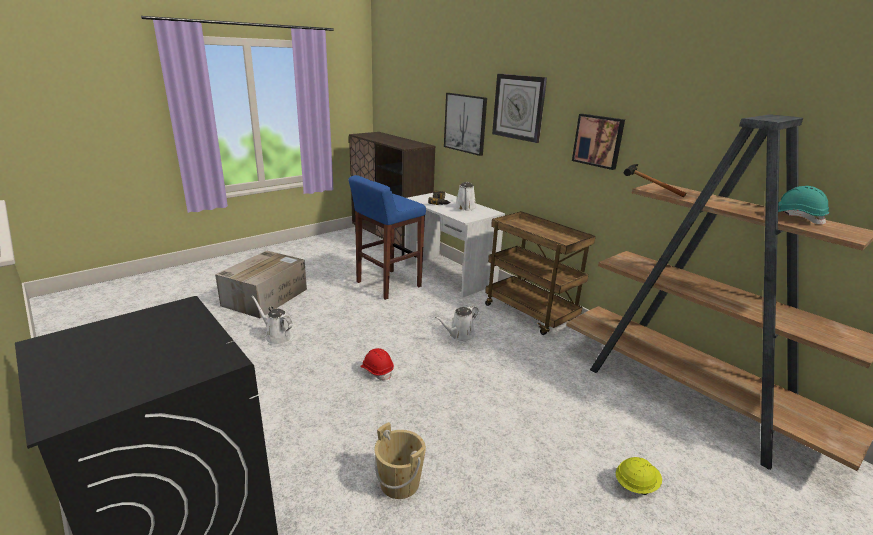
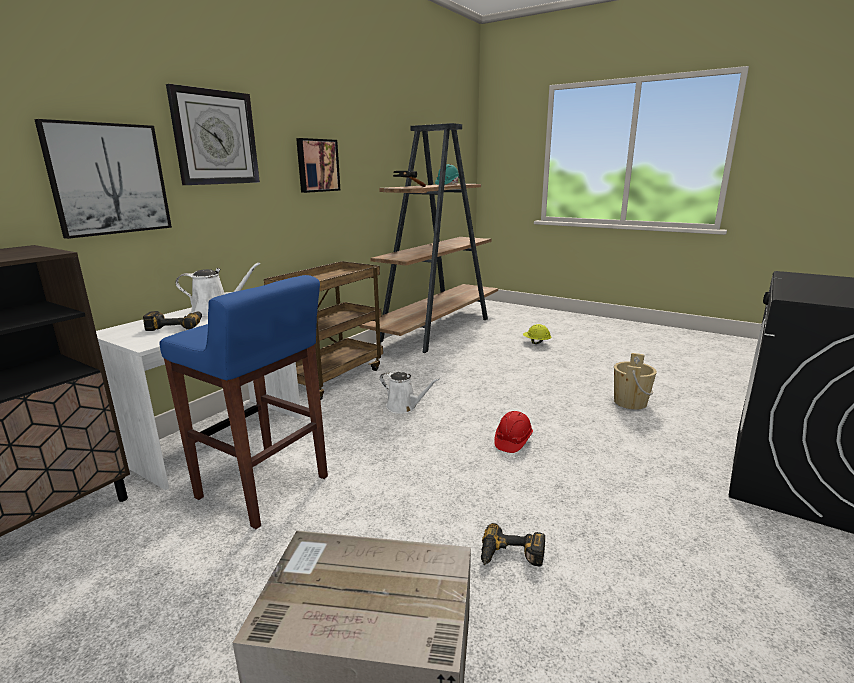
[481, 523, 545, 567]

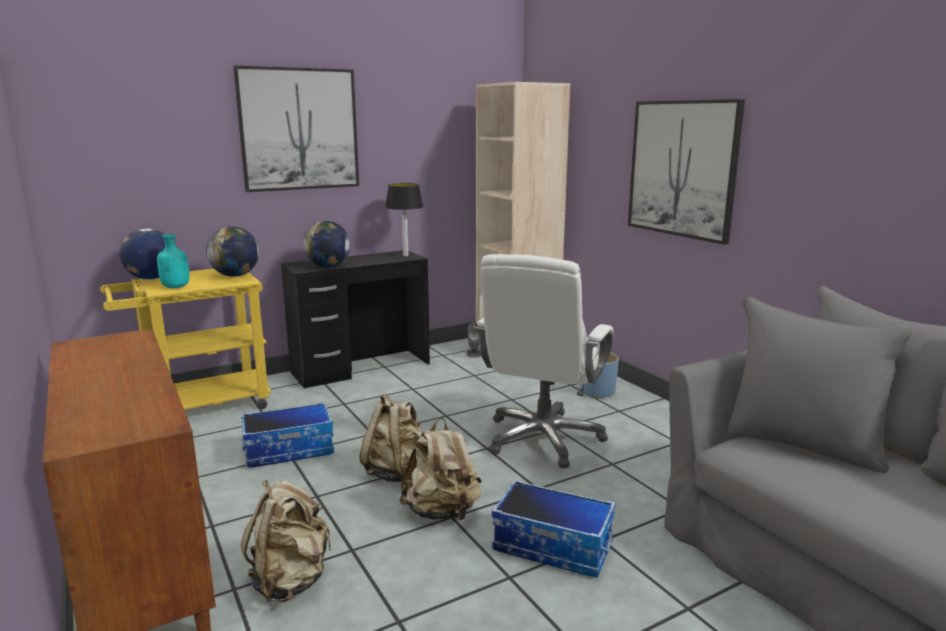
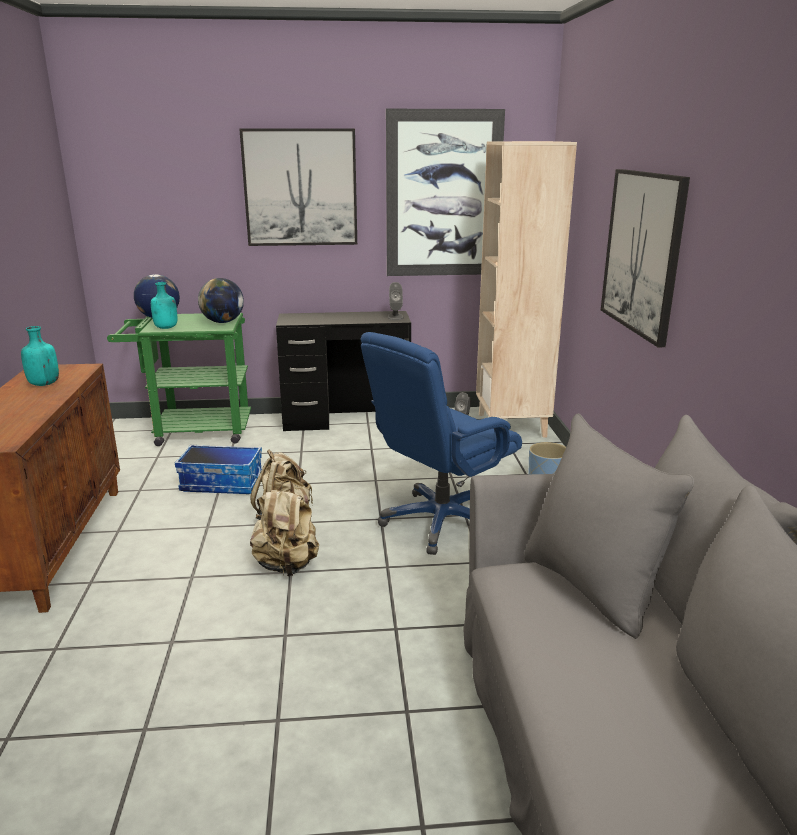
[241, 480, 332, 602] (first image)
[303, 221, 350, 267] (first image)
[492, 480, 616, 578] (first image)
[21, 326, 59, 386]
[386, 109, 505, 276]
[387, 282, 404, 320]
[107, 313, 251, 446]
[360, 332, 522, 555]

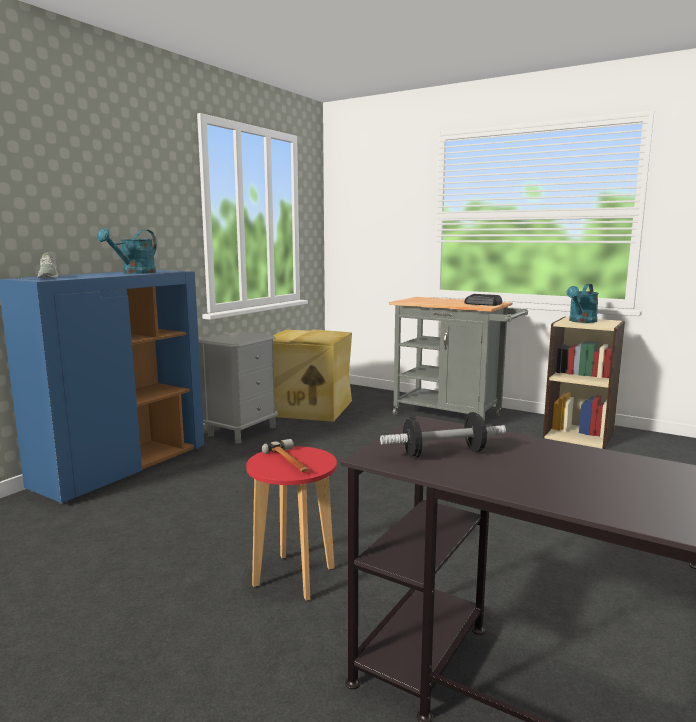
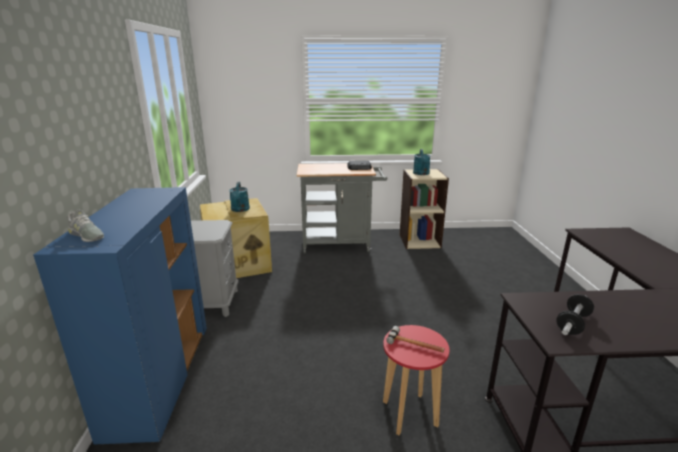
[229, 182, 250, 212]

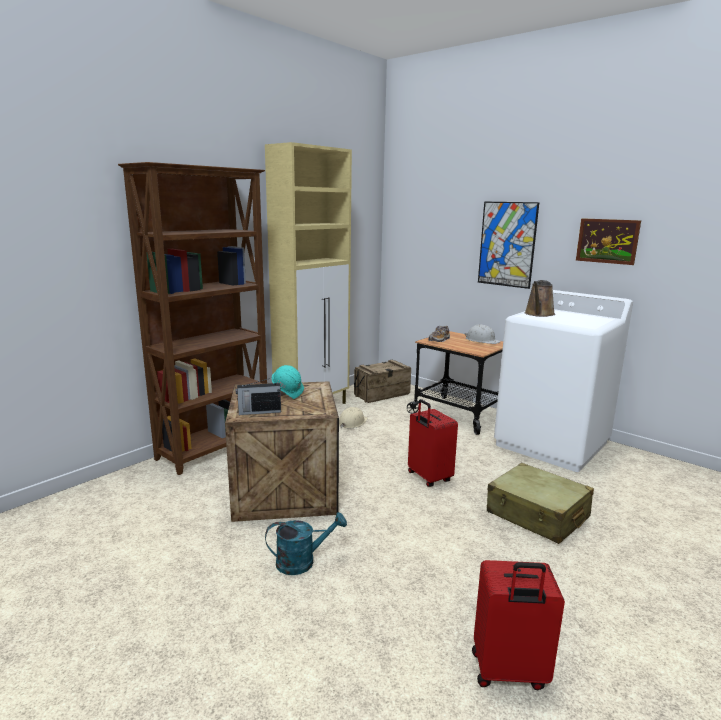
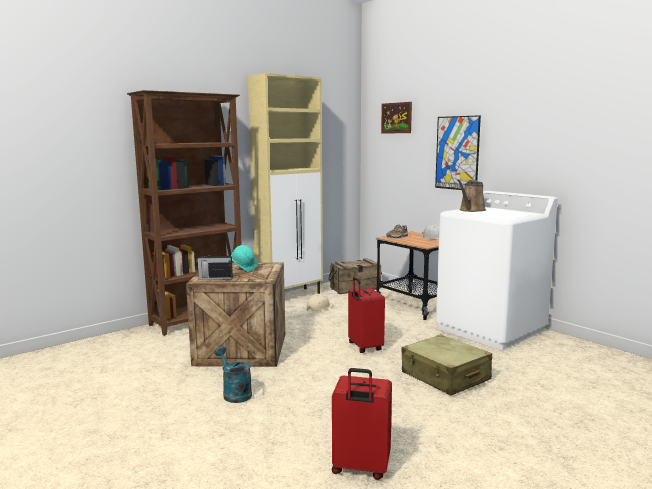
[381, 102, 412, 133]
[215, 346, 252, 403]

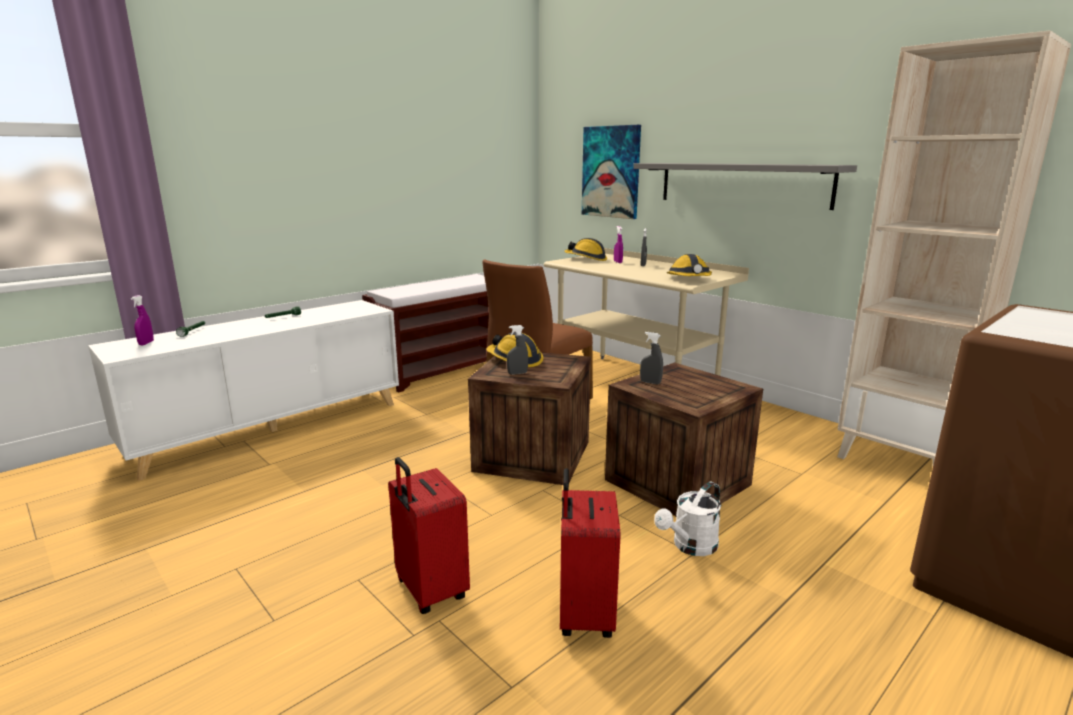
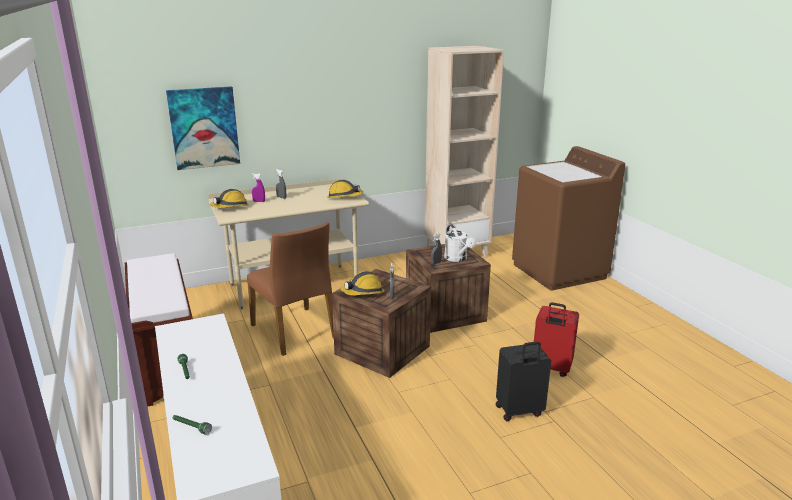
[131, 295, 154, 345] (first image)
[633, 163, 857, 210] (first image)
[444, 224, 476, 262]
[496, 341, 551, 421]

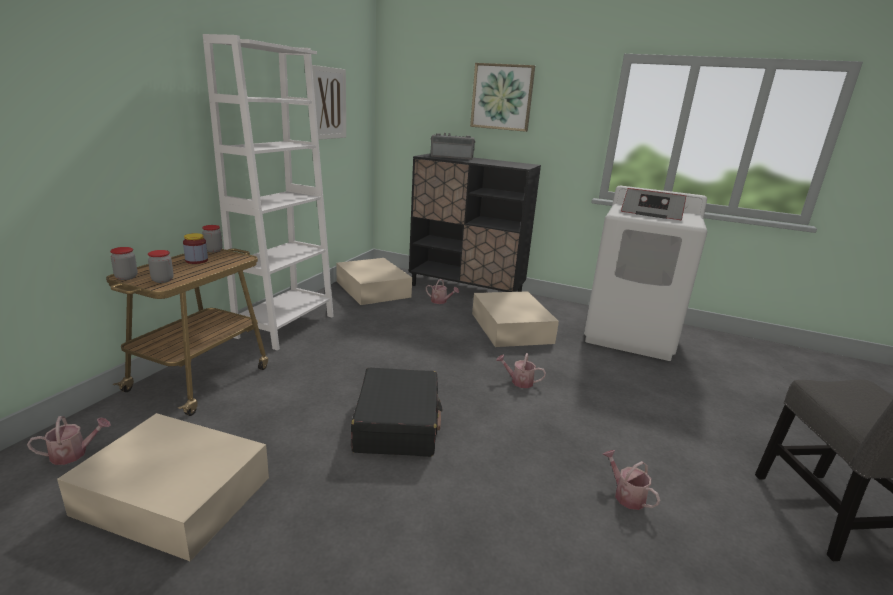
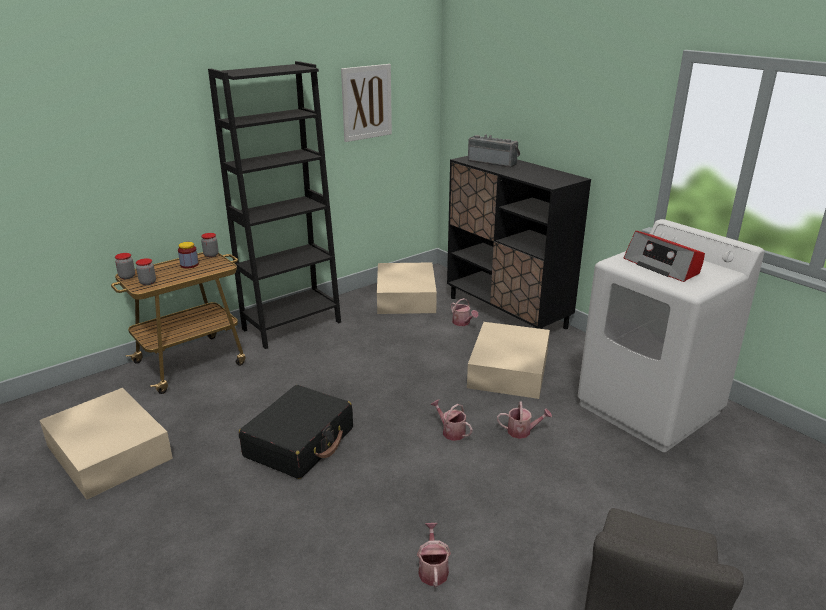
[470, 63, 535, 132] (first image)
[497, 401, 552, 439]
[208, 61, 341, 349]

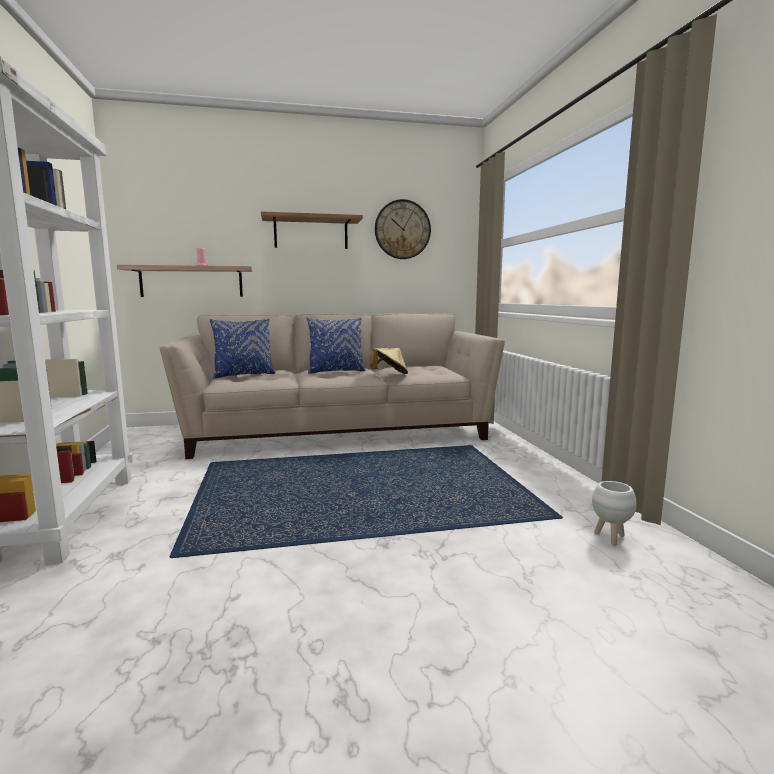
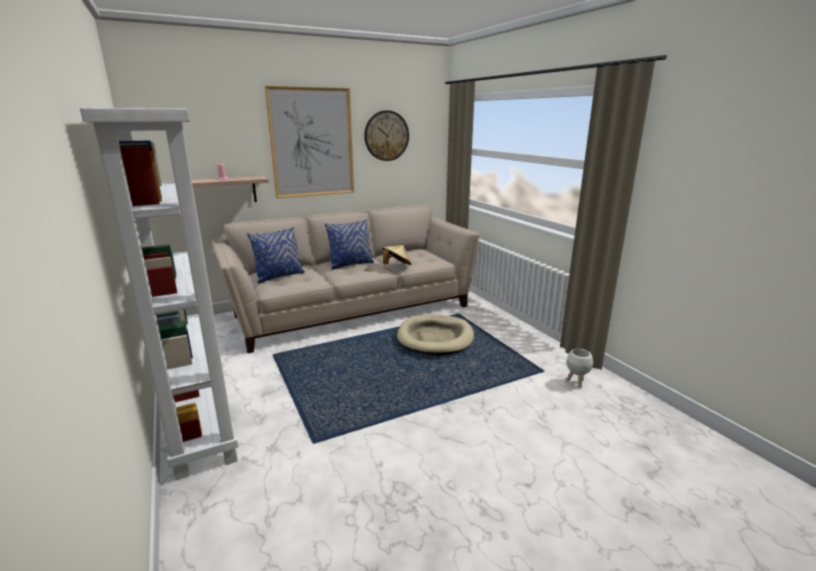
[397, 315, 474, 356]
[265, 86, 354, 198]

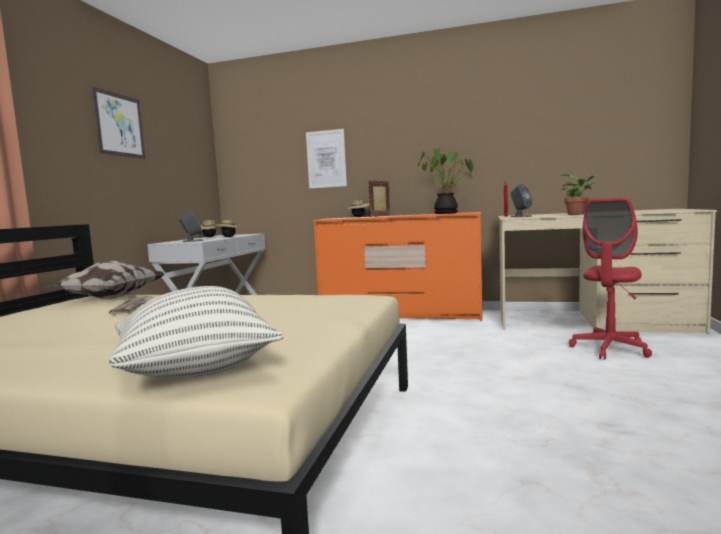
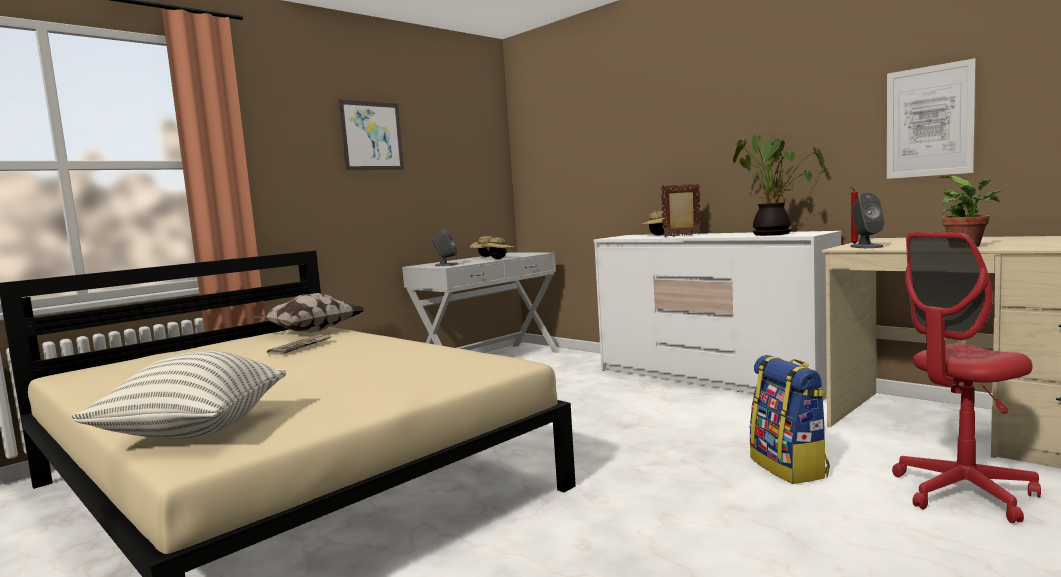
[750, 355, 830, 484]
[887, 58, 976, 179]
[594, 231, 842, 401]

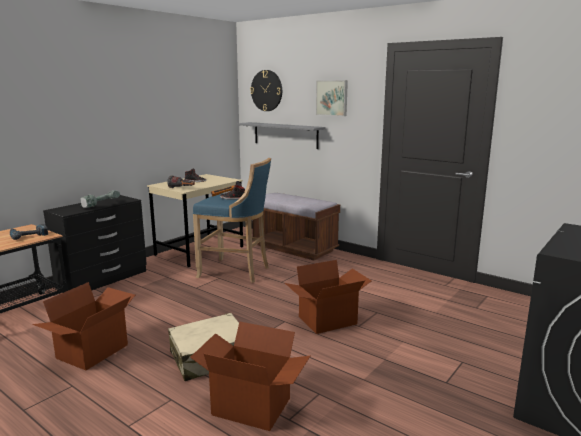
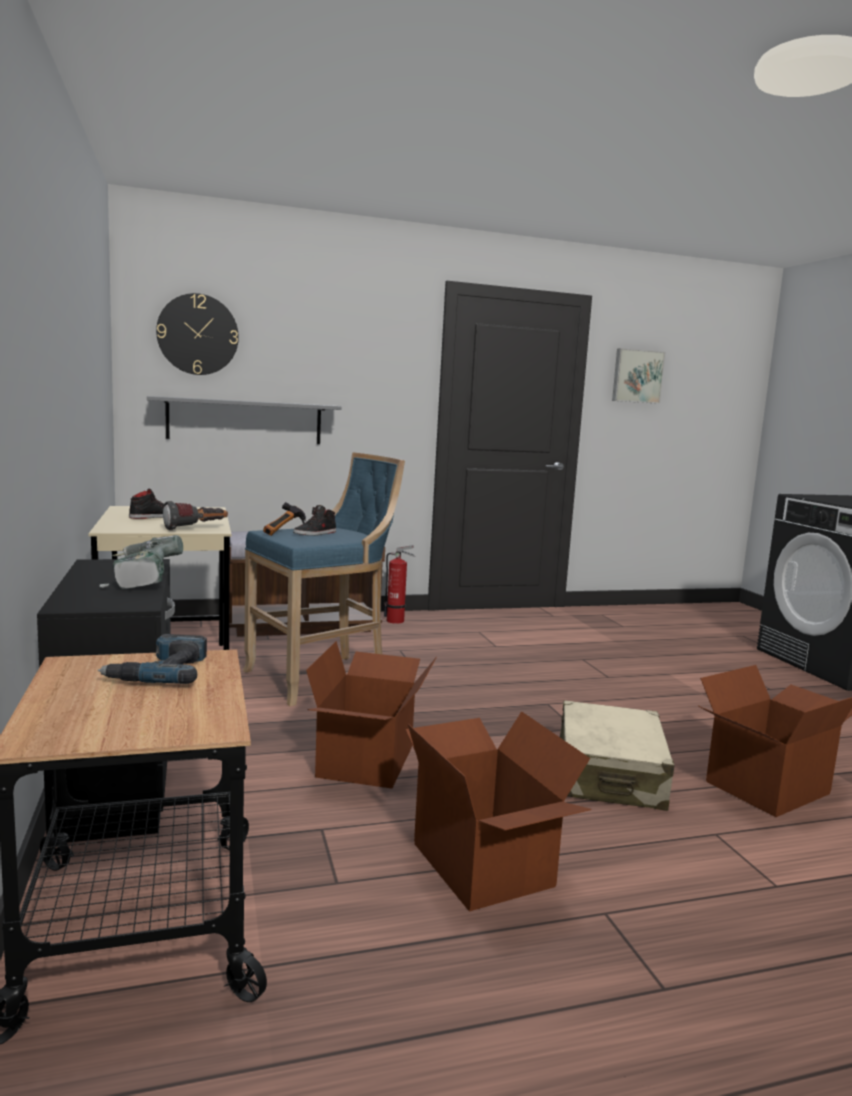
[384, 545, 415, 624]
[306, 641, 437, 788]
[612, 348, 666, 404]

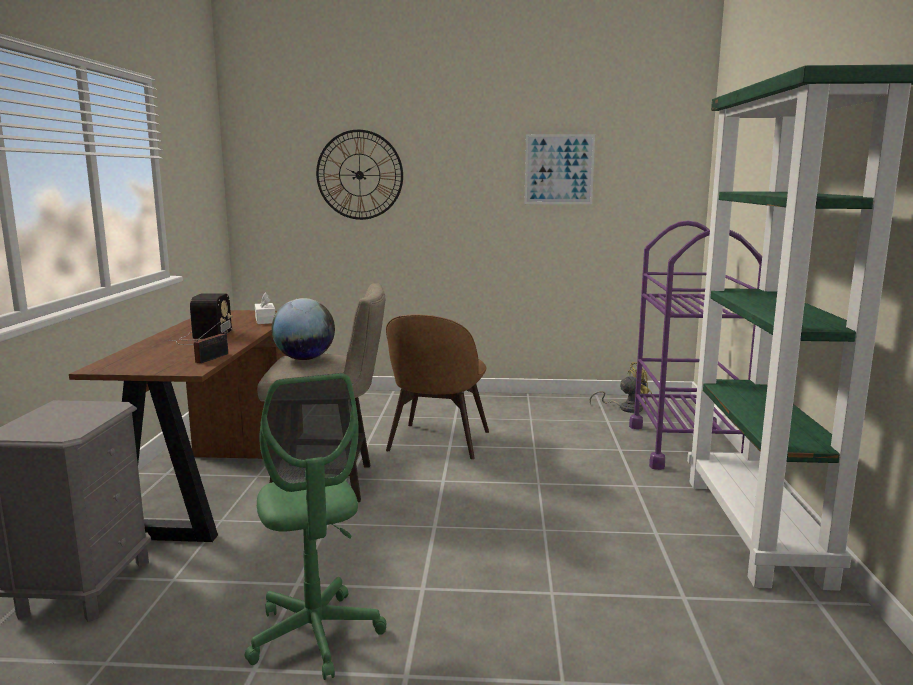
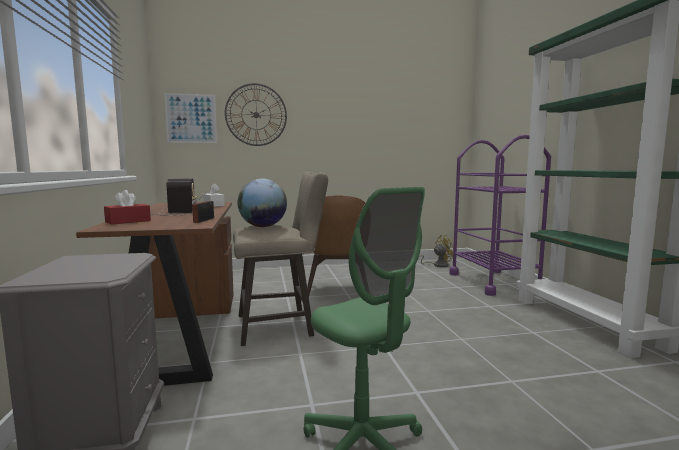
[104, 190, 151, 224]
[164, 93, 217, 143]

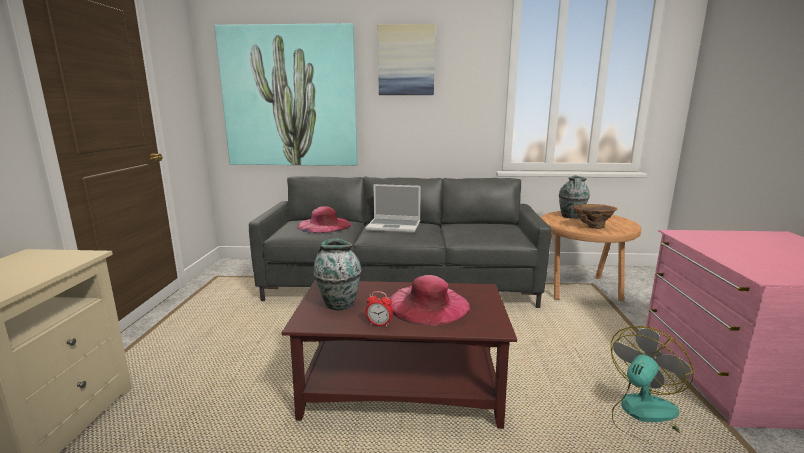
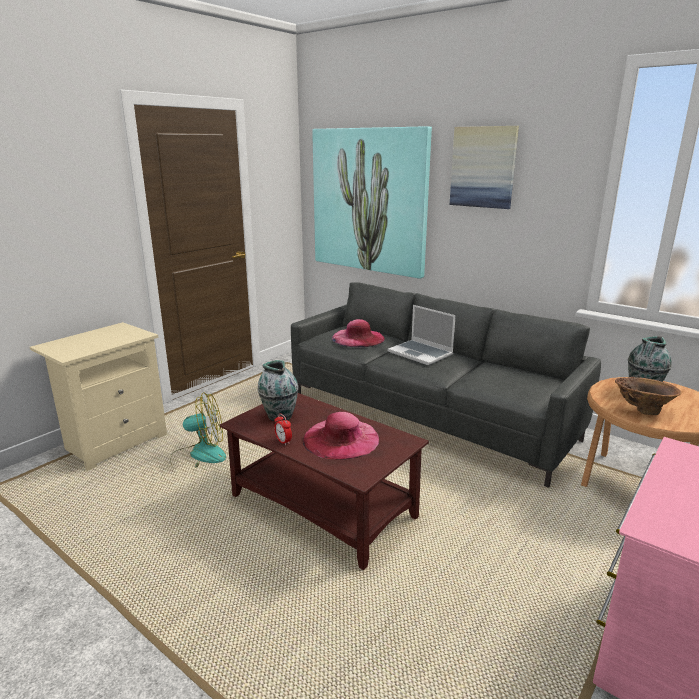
[170, 392, 226, 468]

